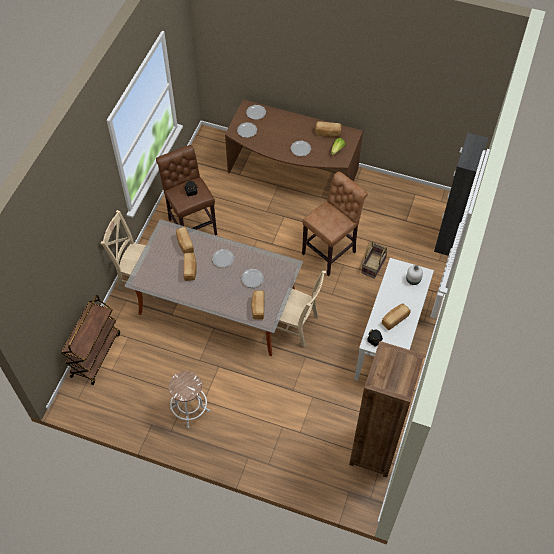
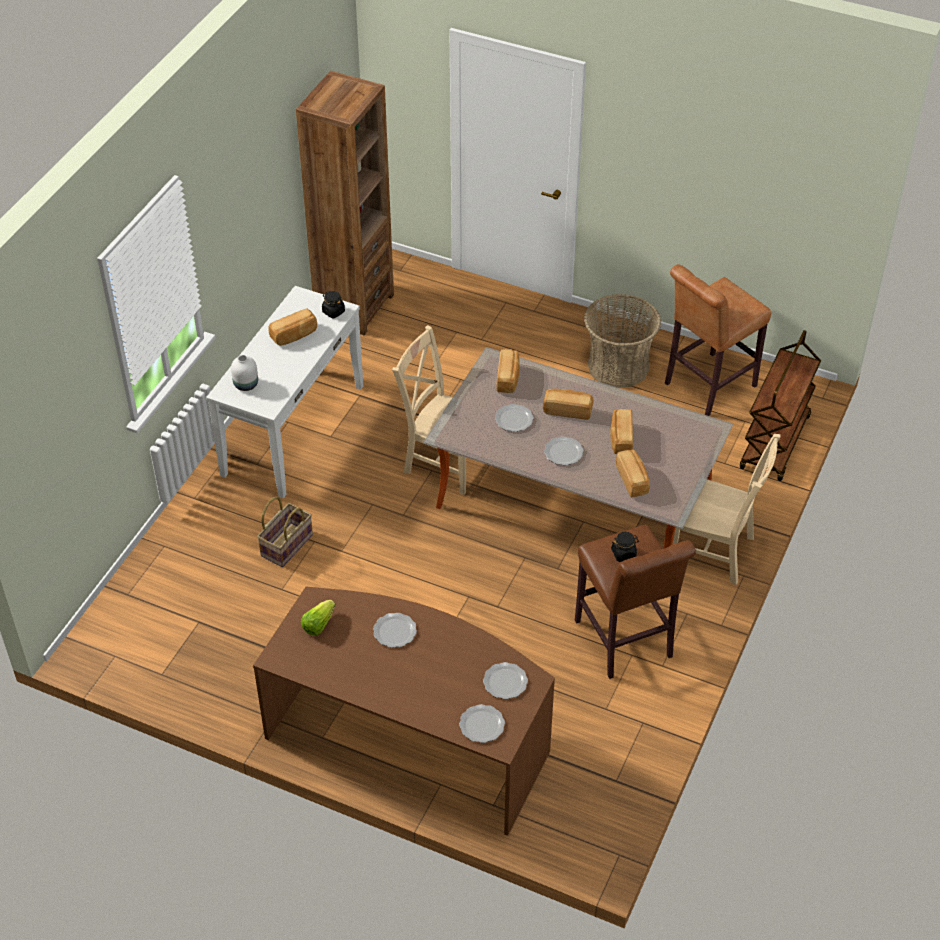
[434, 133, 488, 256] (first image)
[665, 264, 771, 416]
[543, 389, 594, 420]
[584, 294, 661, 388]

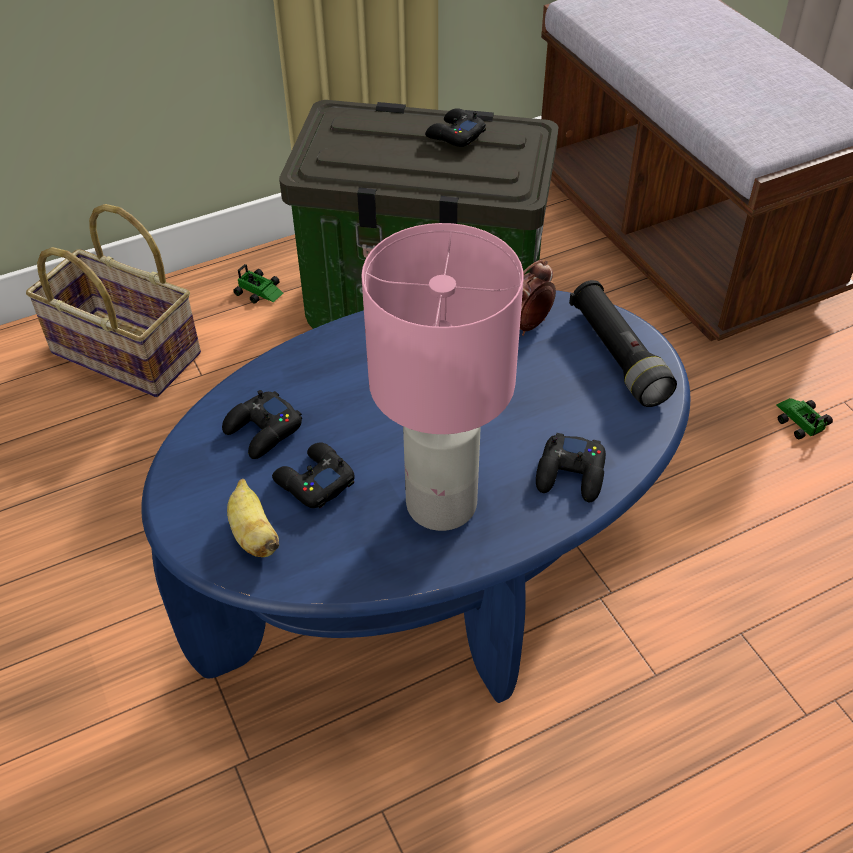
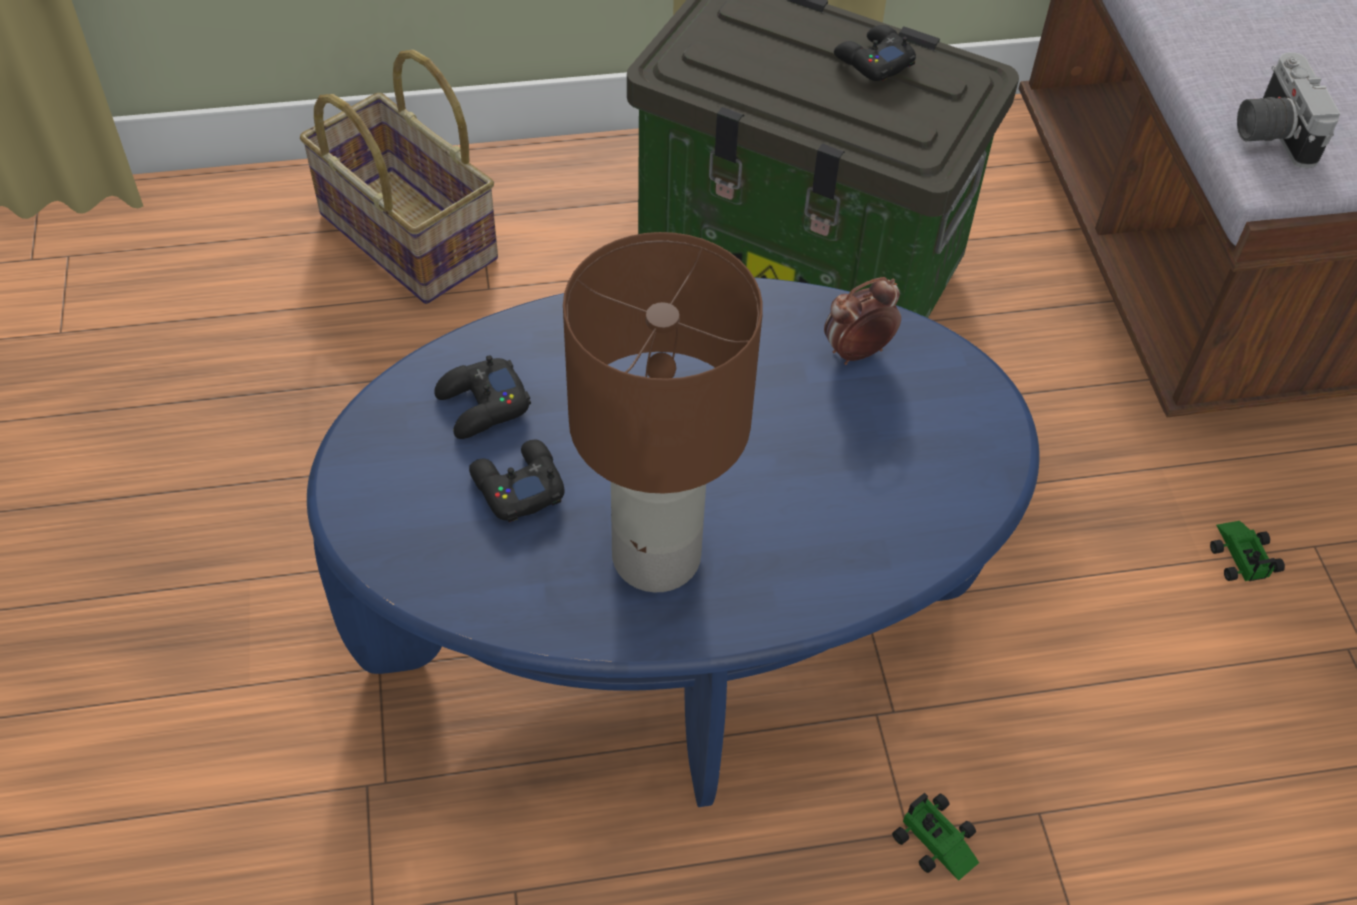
[227, 479, 279, 557] (first image)
[536, 433, 606, 502] (first image)
[569, 280, 677, 407] (first image)
[1237, 52, 1340, 168]
[892, 793, 979, 881]
[563, 232, 763, 592]

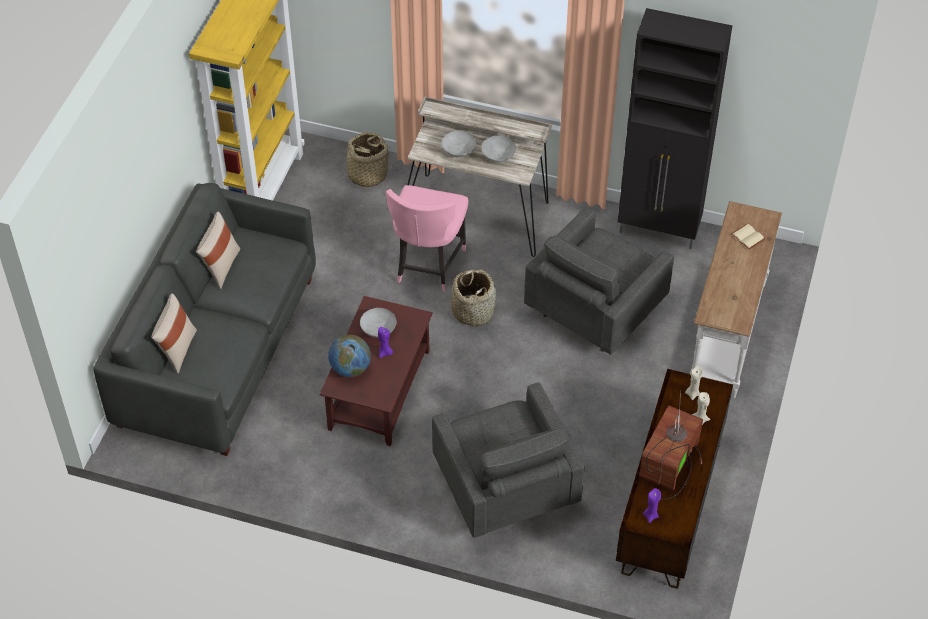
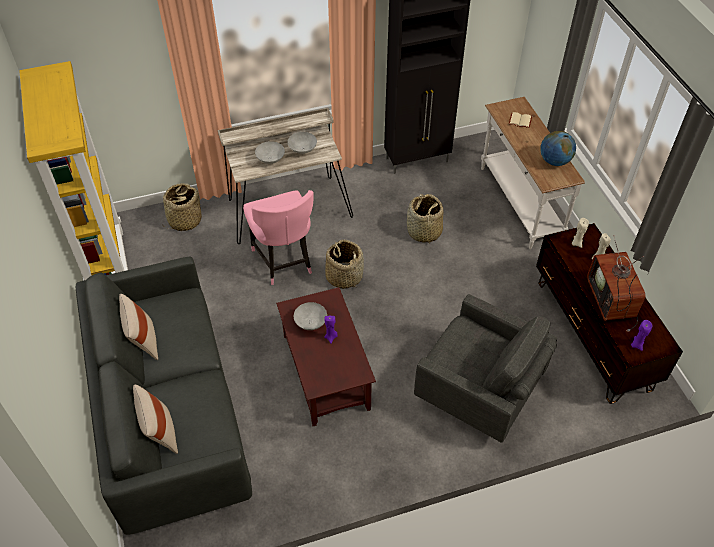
[540, 131, 576, 166]
[407, 194, 444, 244]

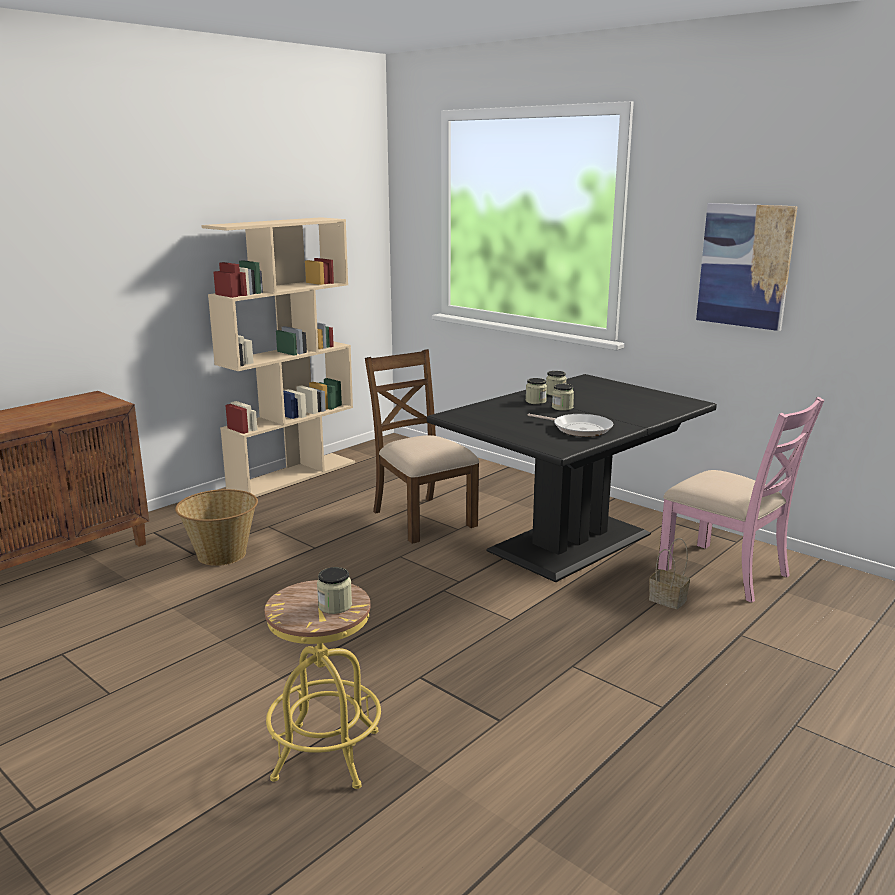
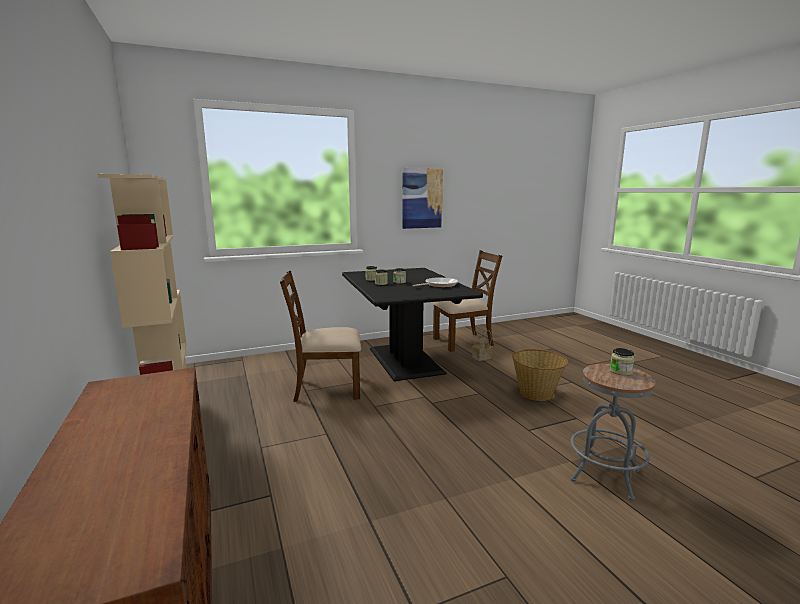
[512, 349, 569, 401]
[571, 364, 656, 501]
[433, 250, 502, 352]

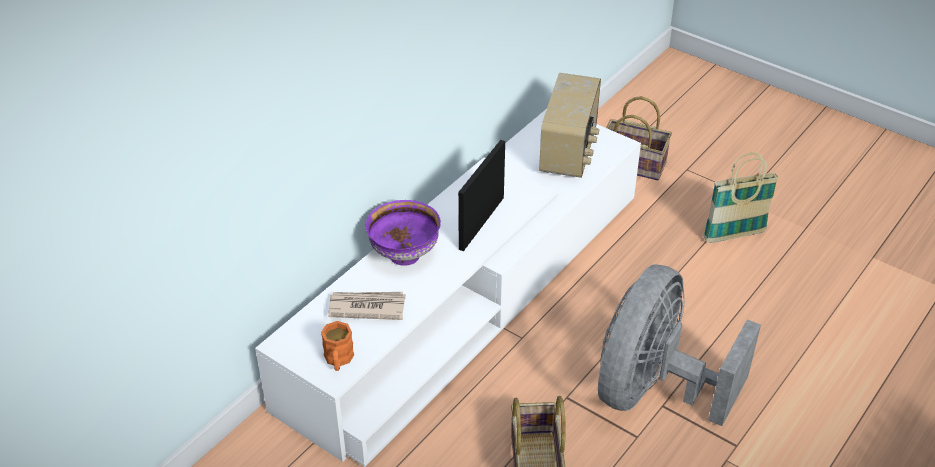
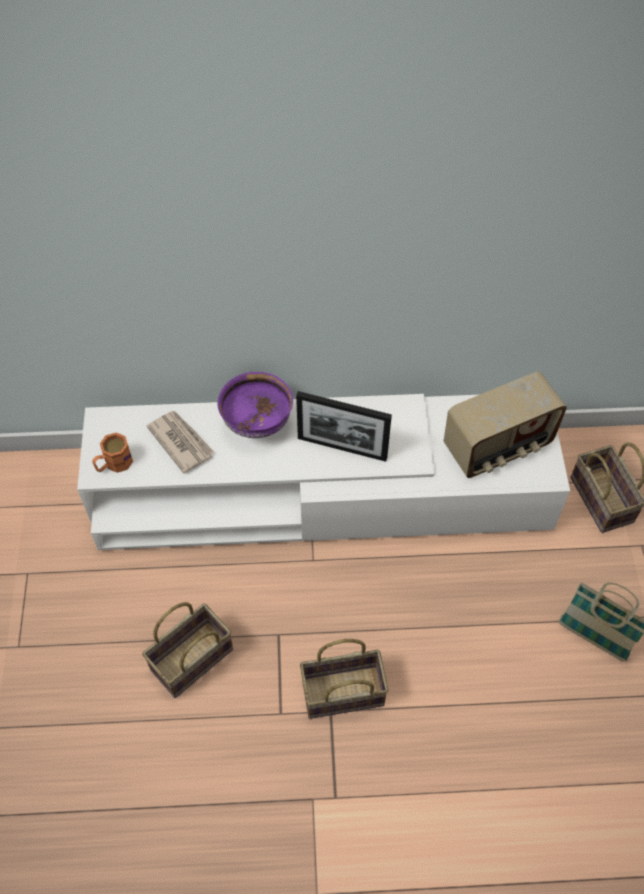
[300, 639, 388, 719]
[296, 391, 392, 462]

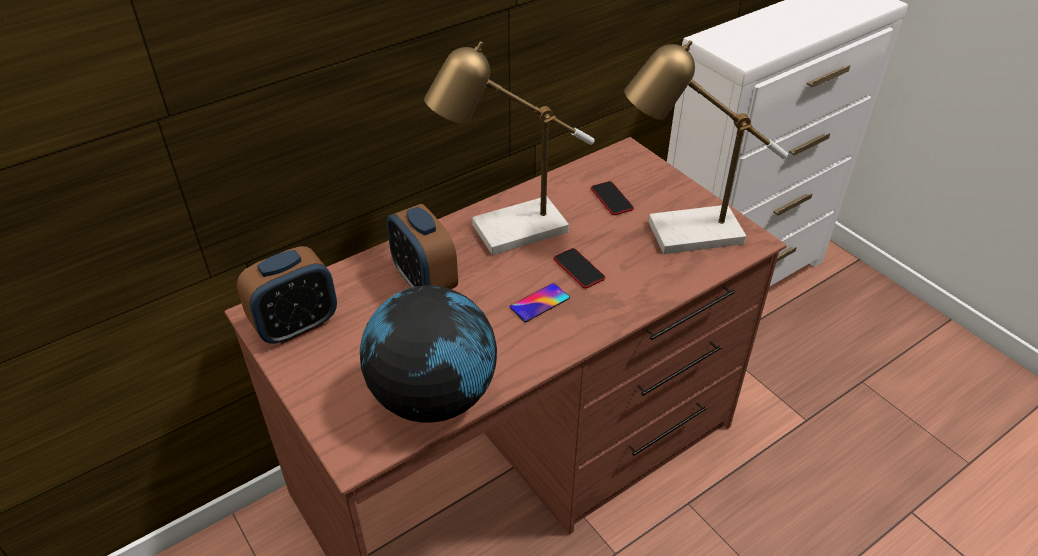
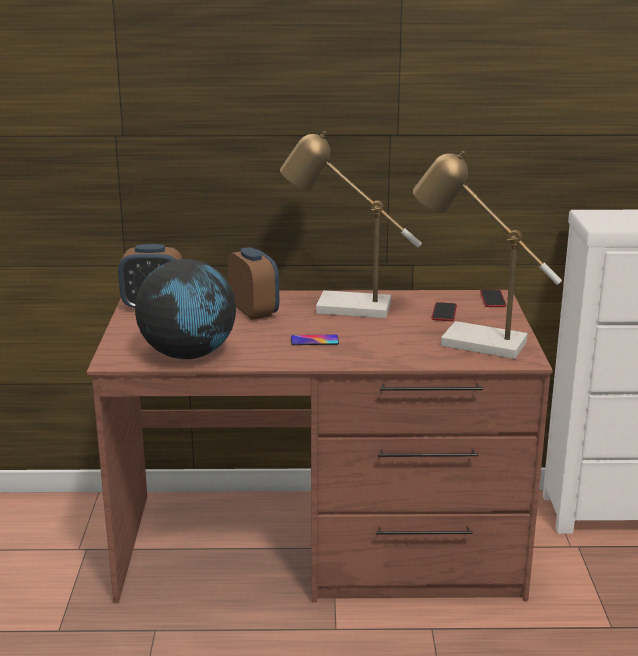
[480, 290, 506, 307]
[228, 247, 279, 320]

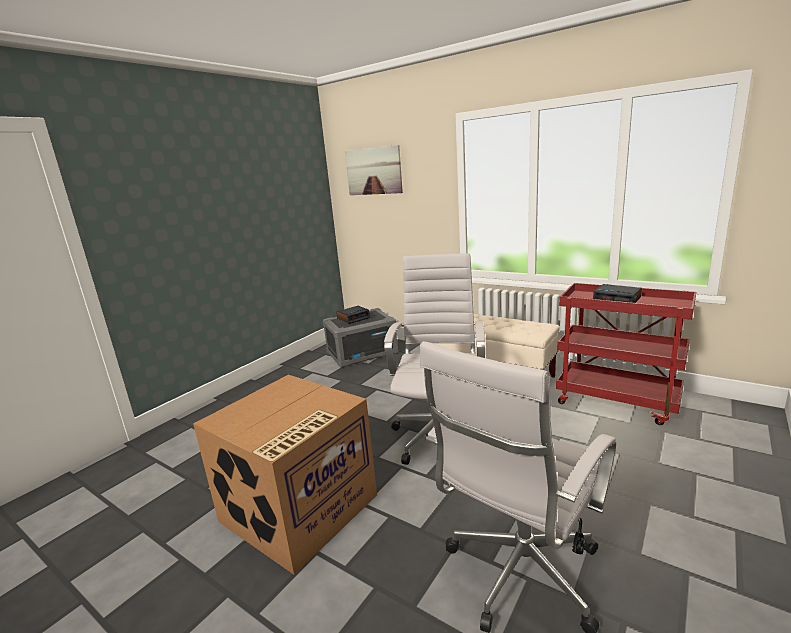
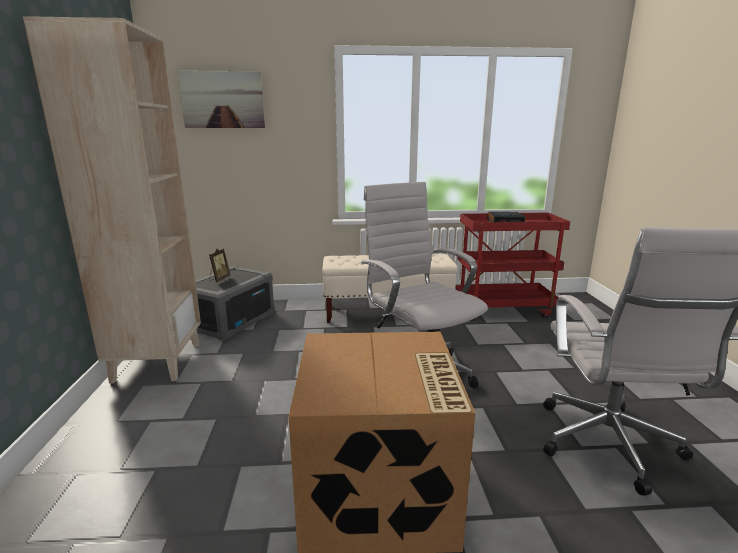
[23, 16, 201, 384]
[209, 248, 230, 282]

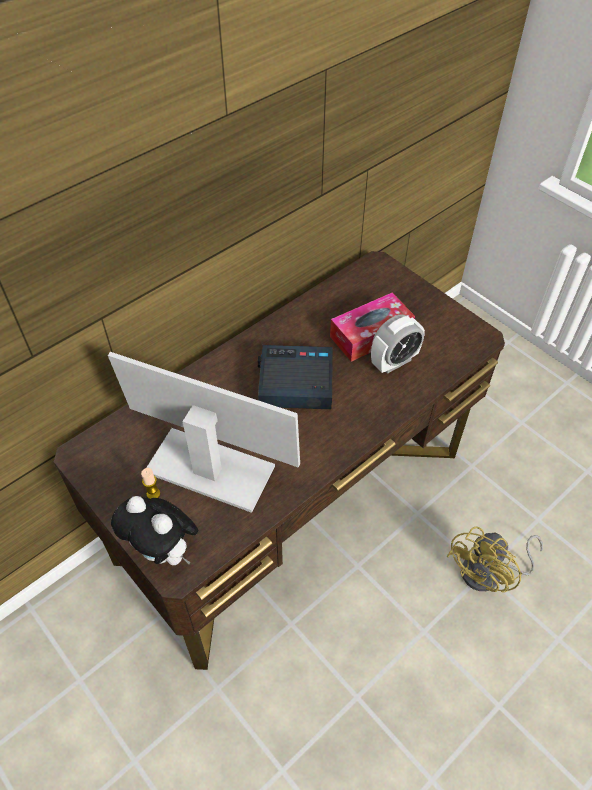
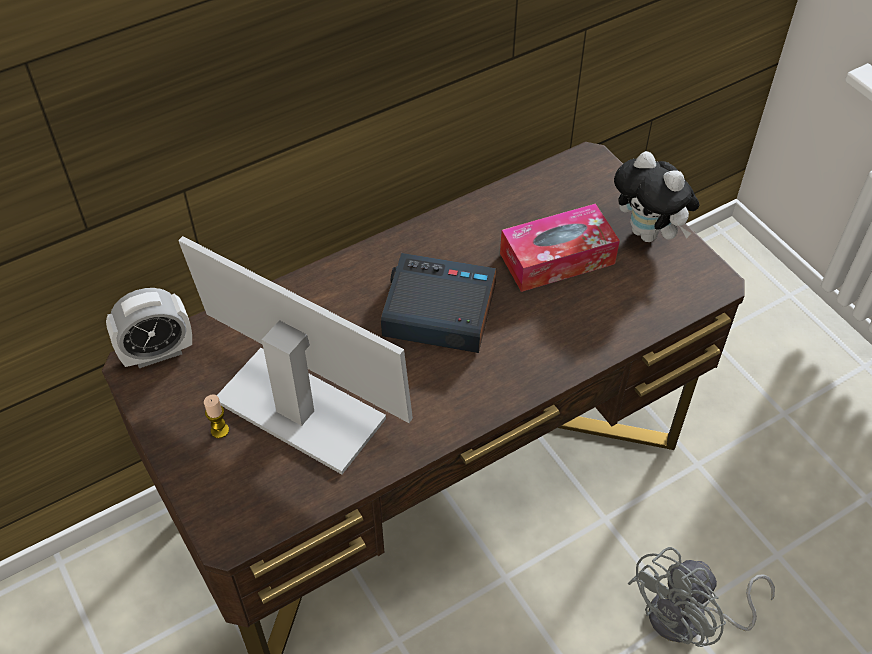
[614, 151, 700, 242]
[106, 288, 192, 368]
[628, 547, 775, 647]

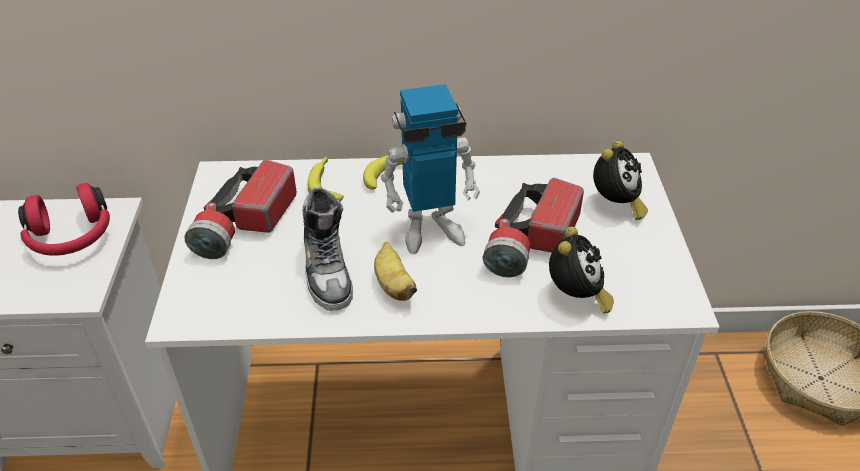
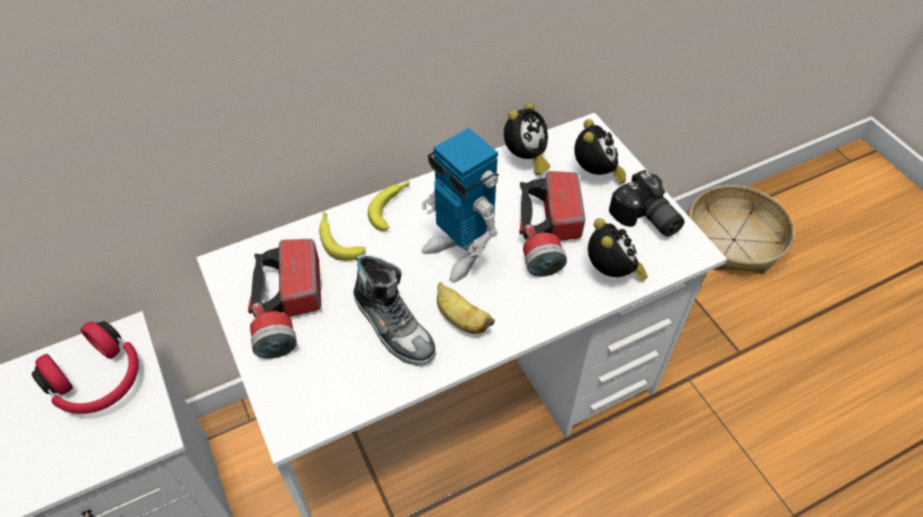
[504, 102, 550, 175]
[609, 170, 685, 237]
[422, 128, 499, 283]

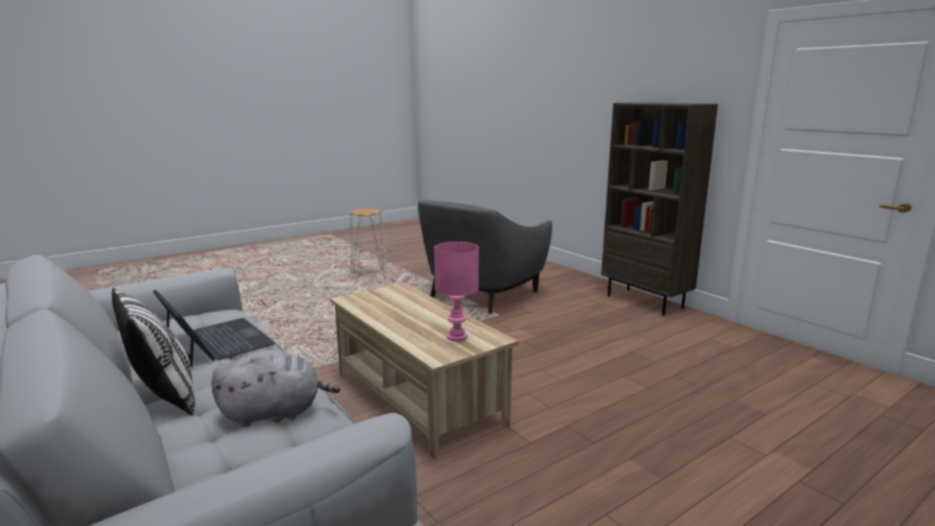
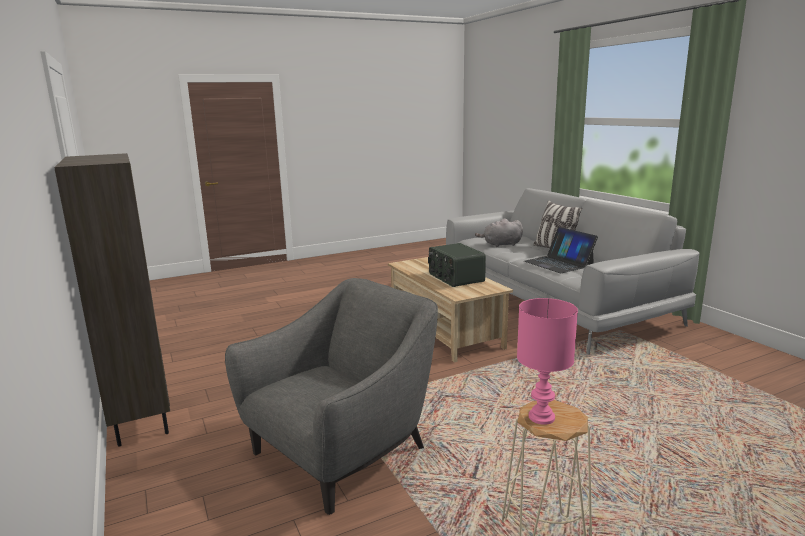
[428, 243, 486, 287]
[517, 298, 578, 425]

